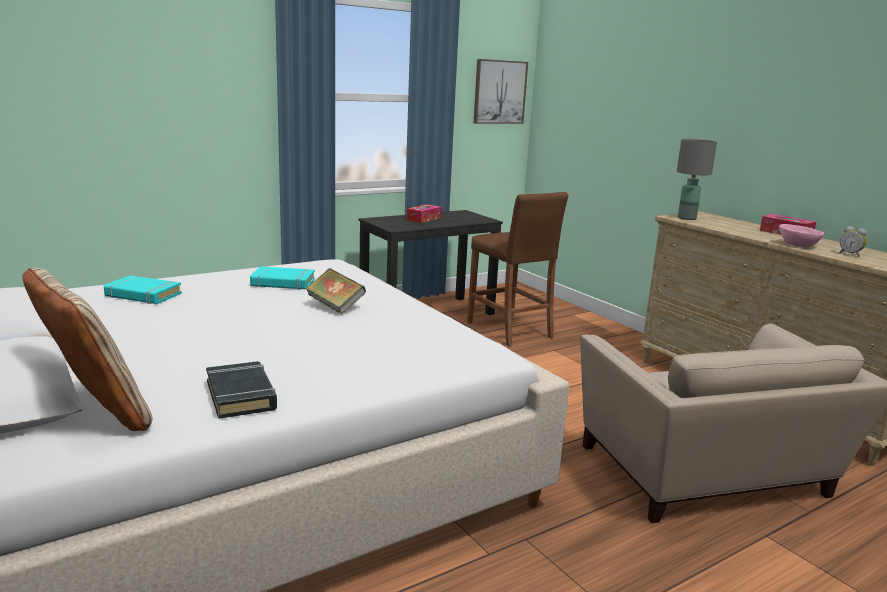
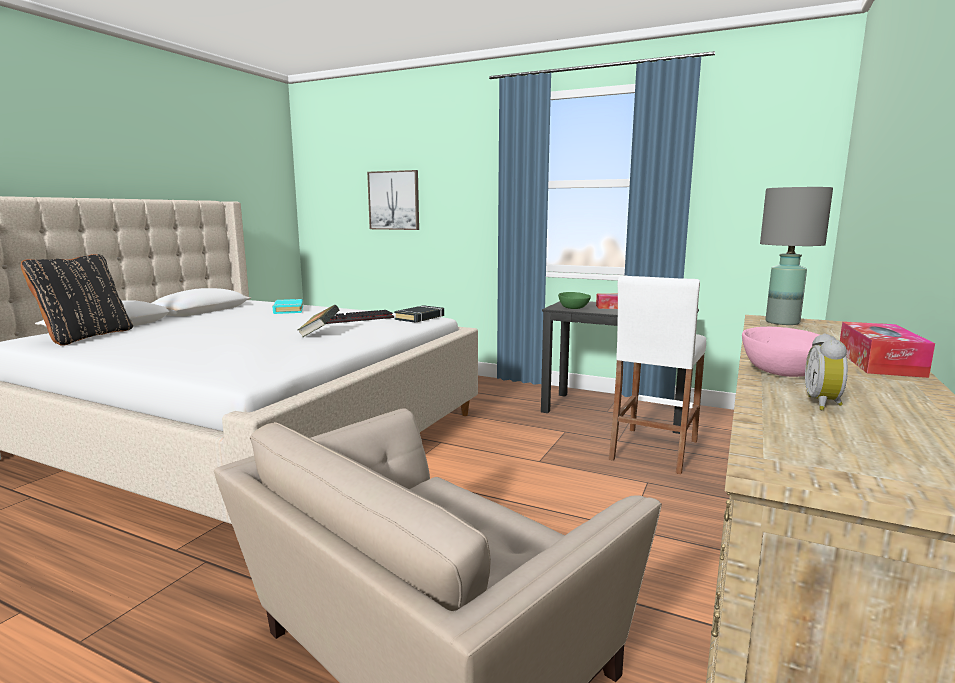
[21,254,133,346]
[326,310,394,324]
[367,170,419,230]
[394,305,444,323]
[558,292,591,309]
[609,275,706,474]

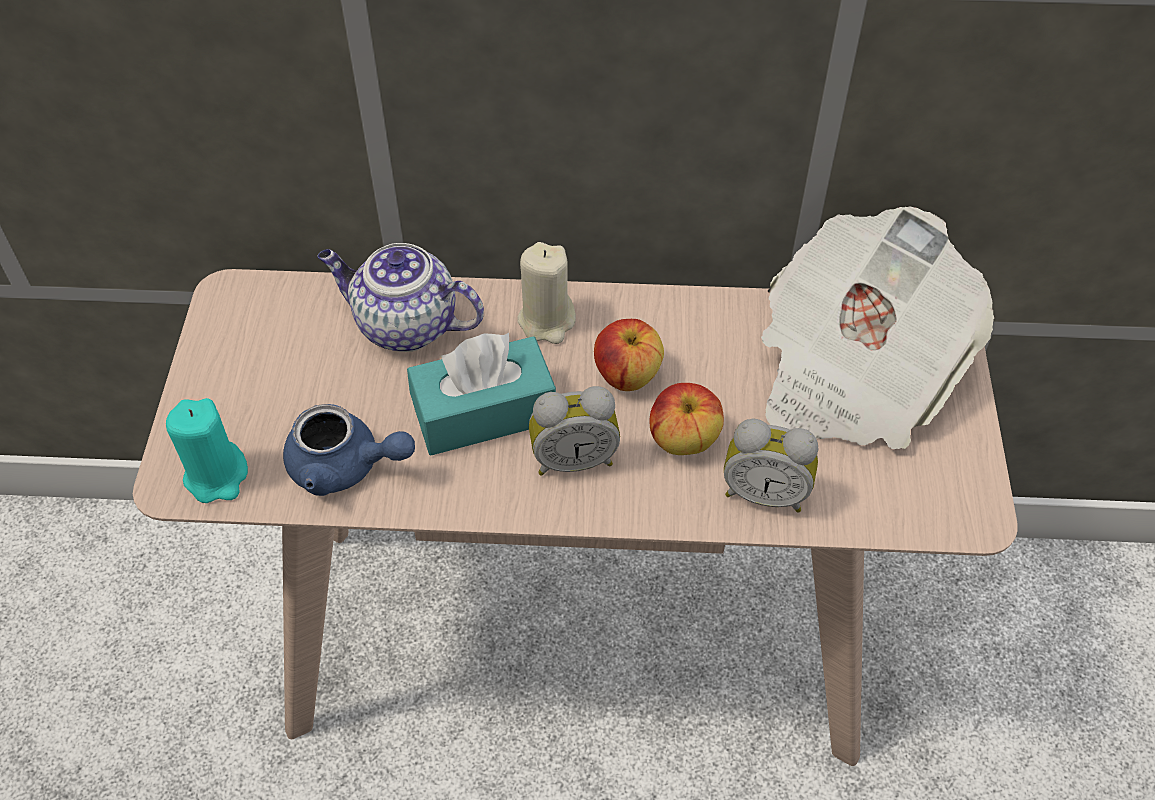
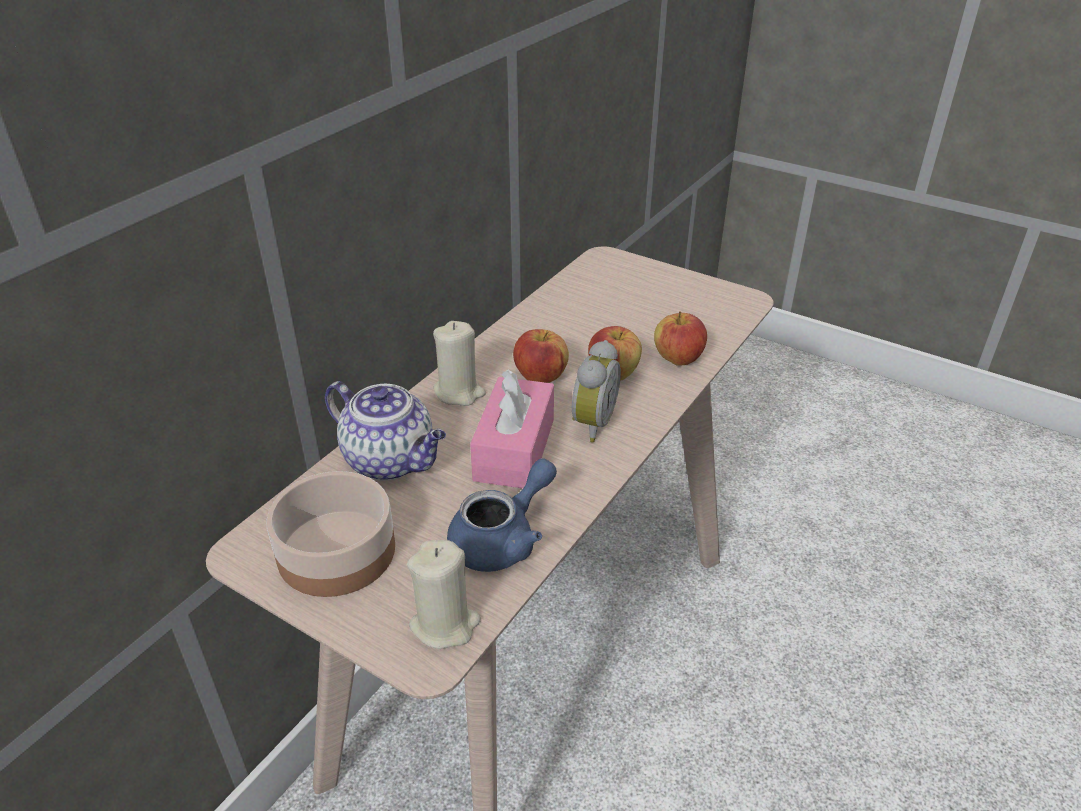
[266,471,395,597]
[325,381,446,481]
[407,540,481,649]
[470,370,554,488]
[654,311,707,366]
[761,206,994,450] (first image)

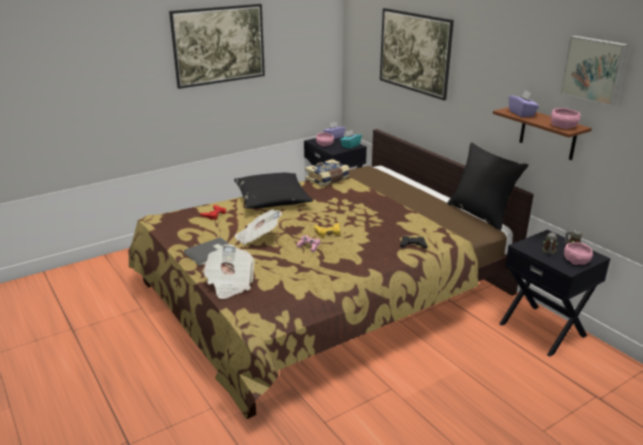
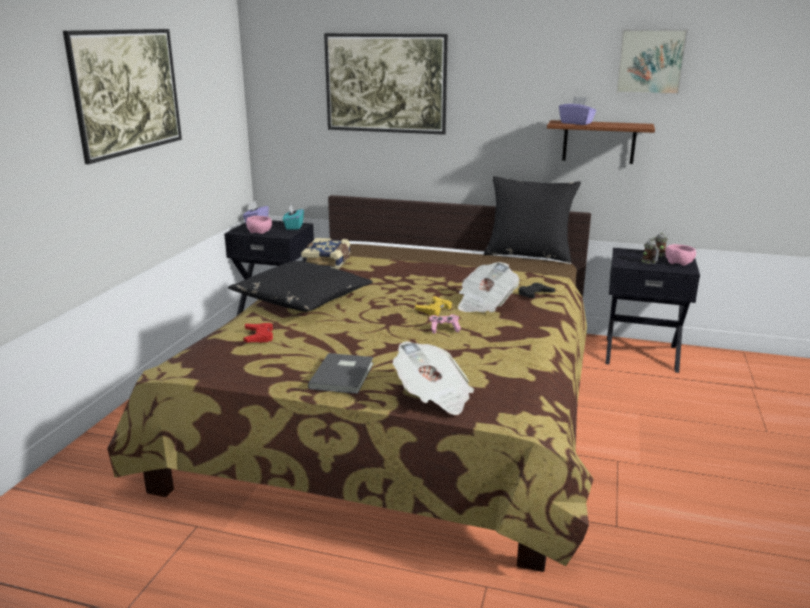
[458,262,519,313]
[551,108,581,129] (first image)

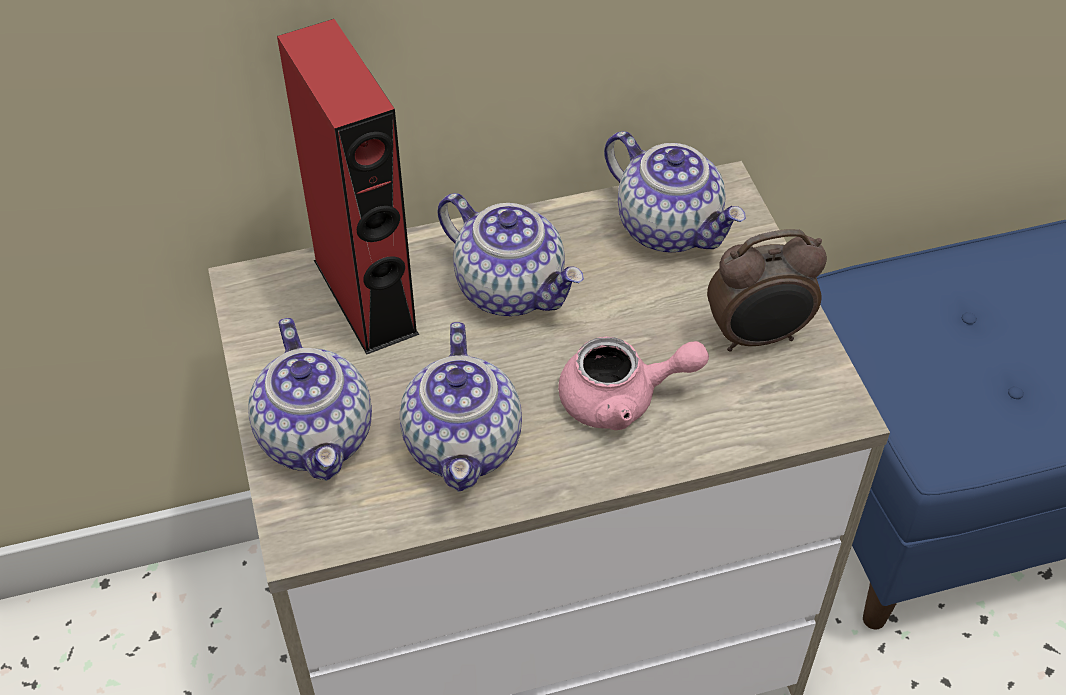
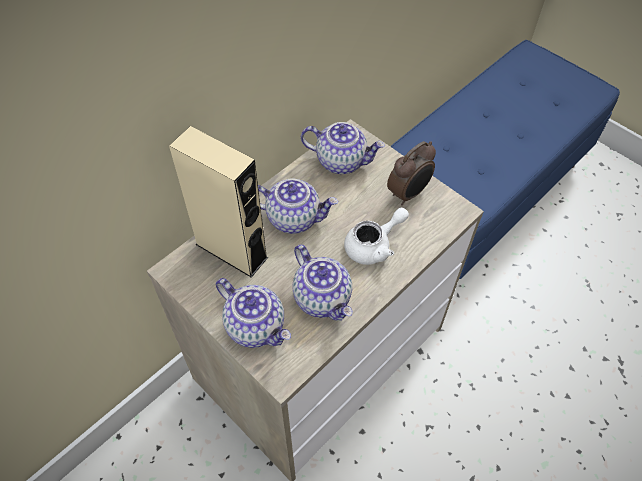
[169,126,268,278]
[344,207,409,265]

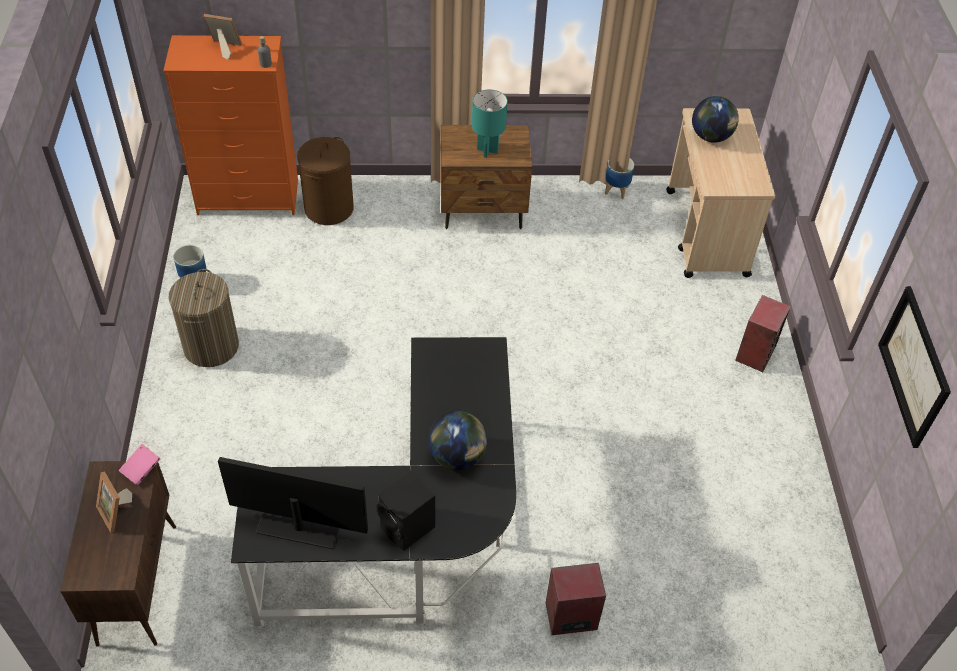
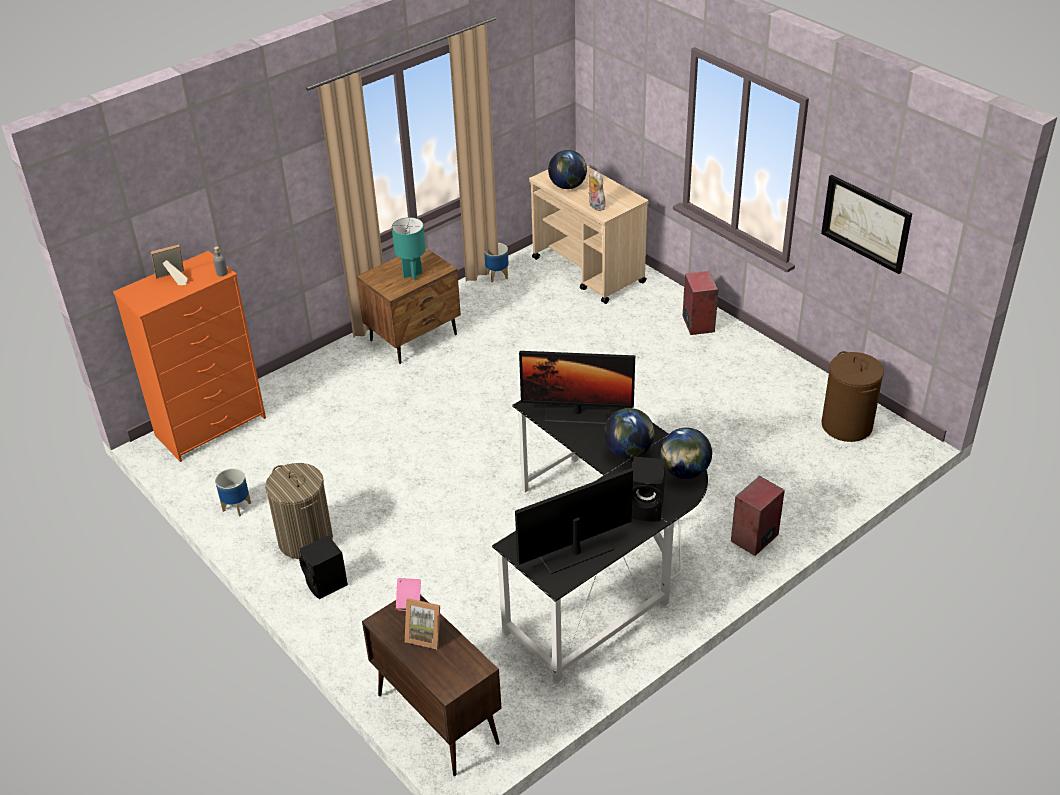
[299,535,348,599]
[519,351,635,424]
[588,171,606,211]
[660,428,712,479]
[821,351,884,442]

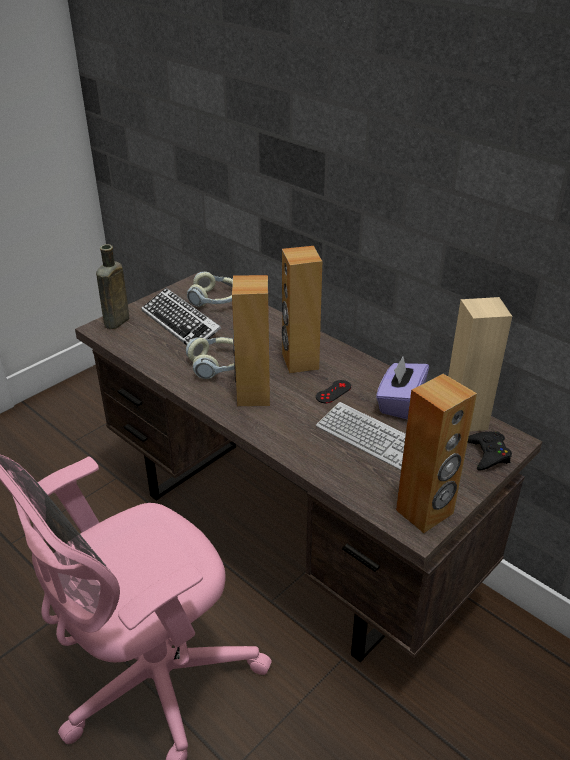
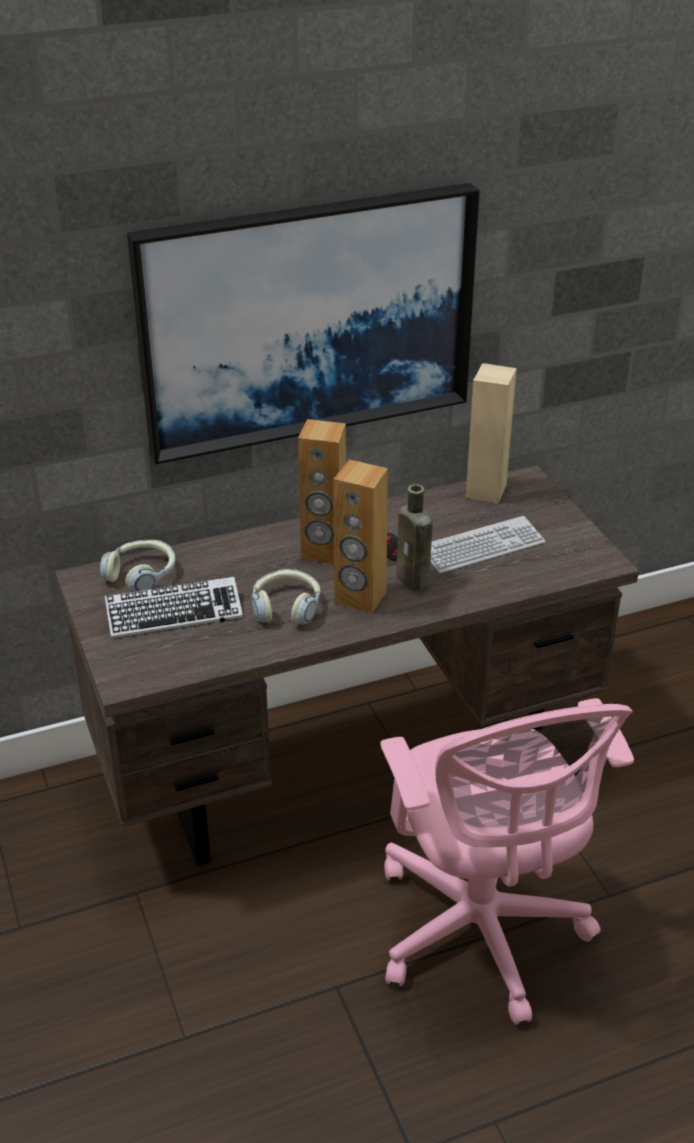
[127,183,480,464]
[396,484,433,591]
[376,356,429,420] (first image)
[396,374,477,533] (first image)
[468,431,512,471] (first image)

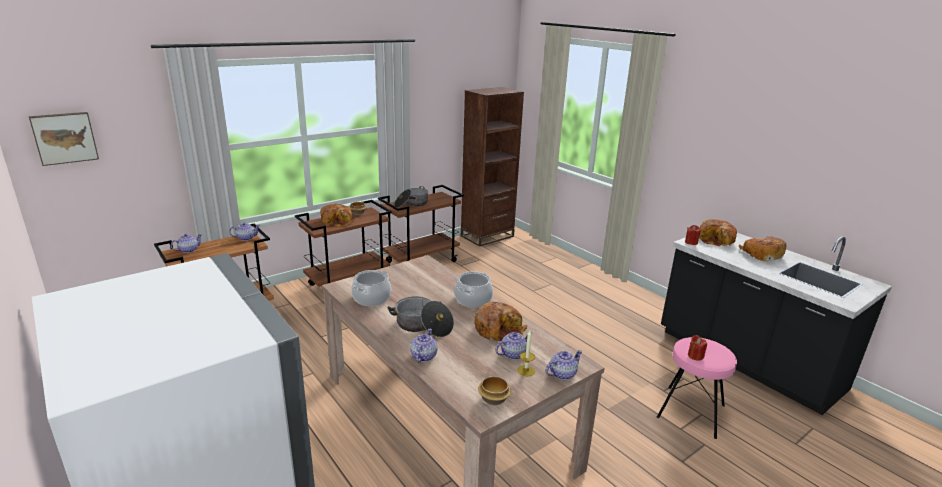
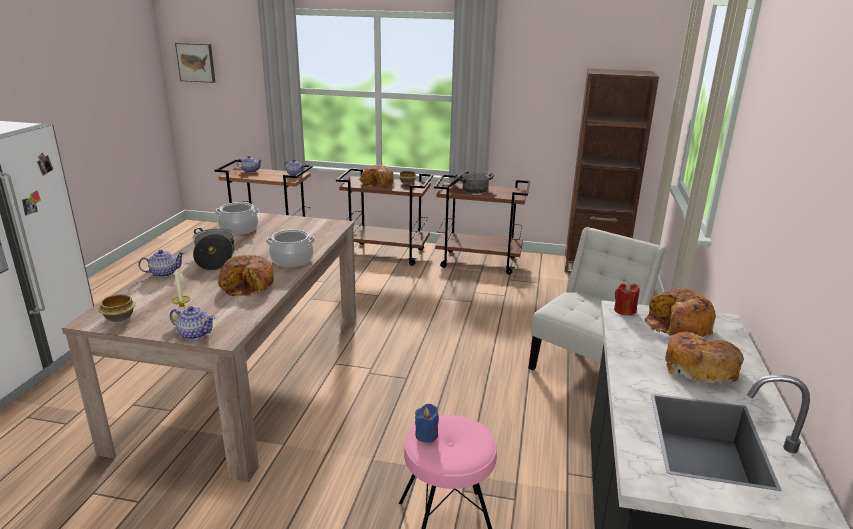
[415,404,439,443]
[528,227,666,370]
[495,332,533,360] (first image)

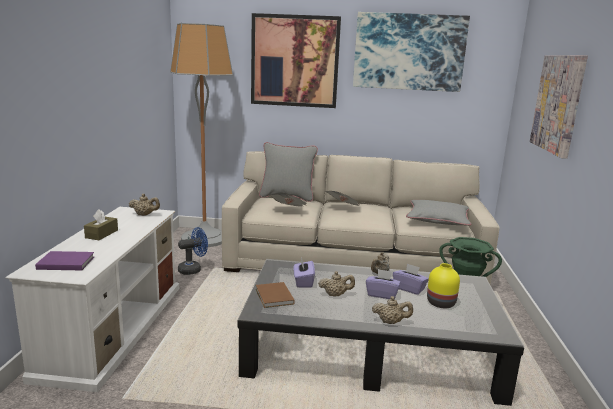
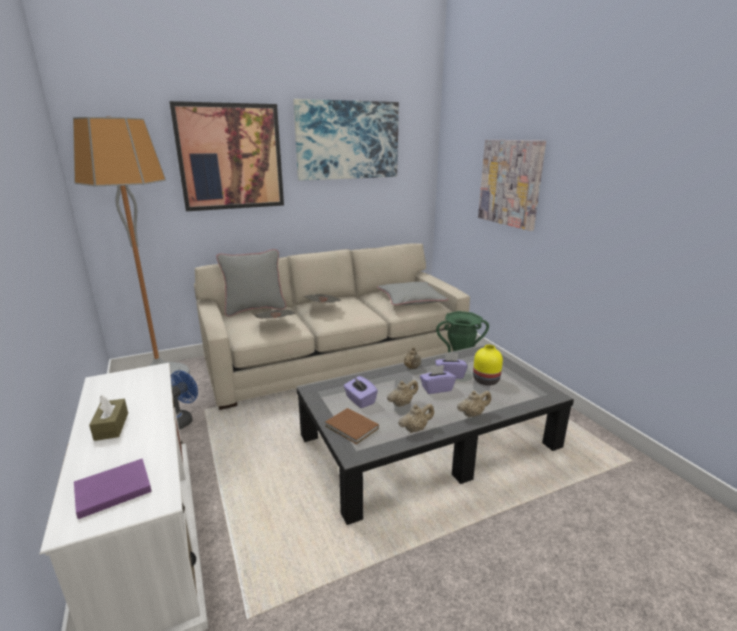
[398,404,434,433]

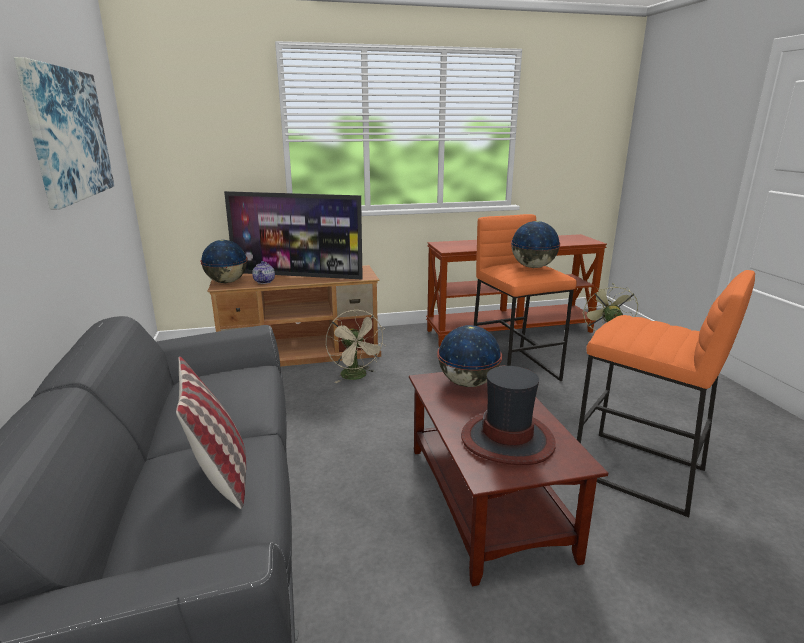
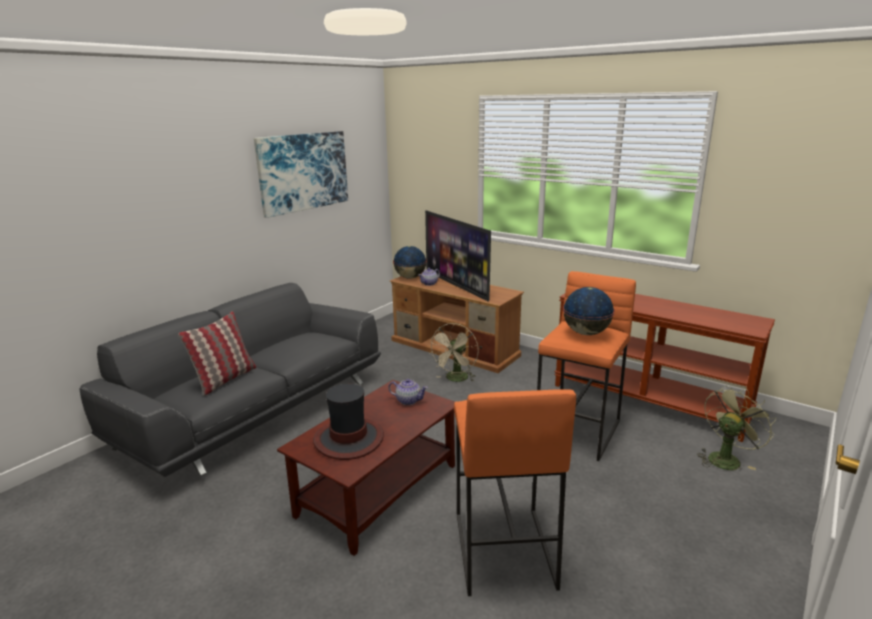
[388,379,428,405]

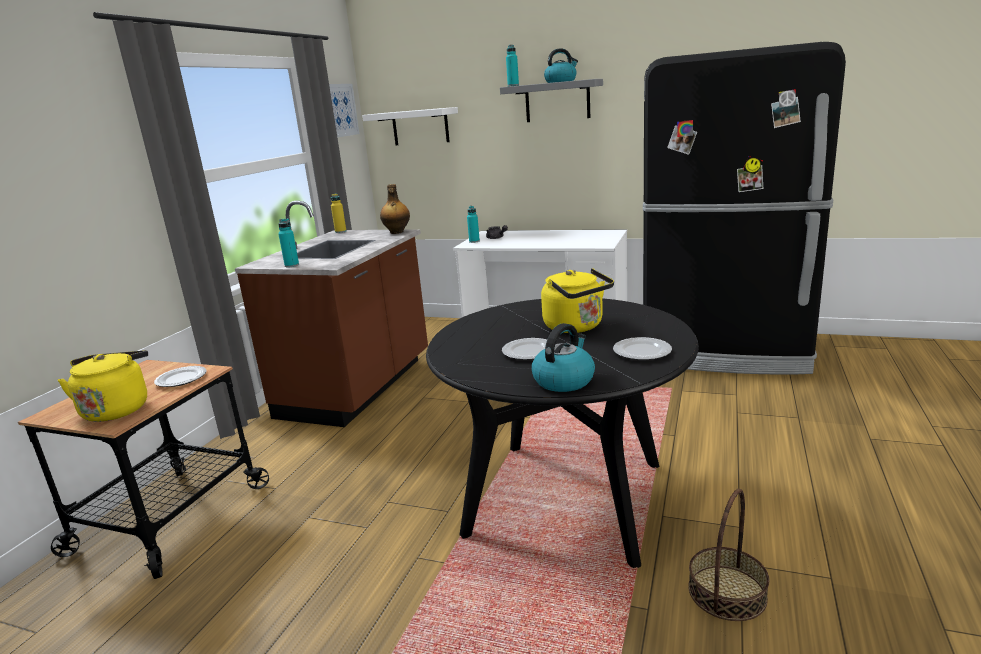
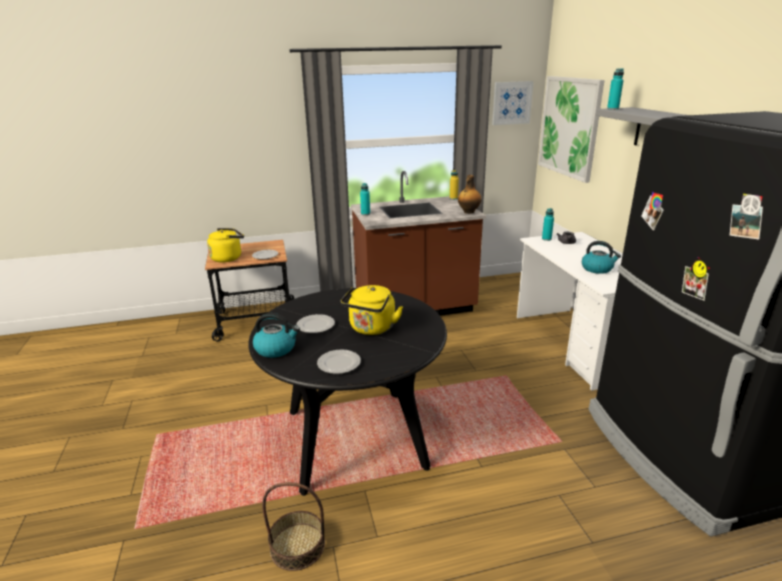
[538,76,604,183]
[582,241,621,274]

